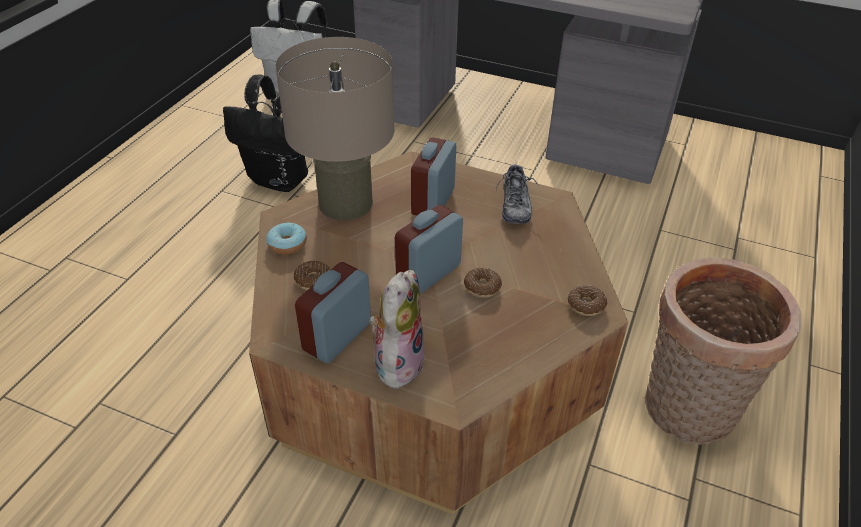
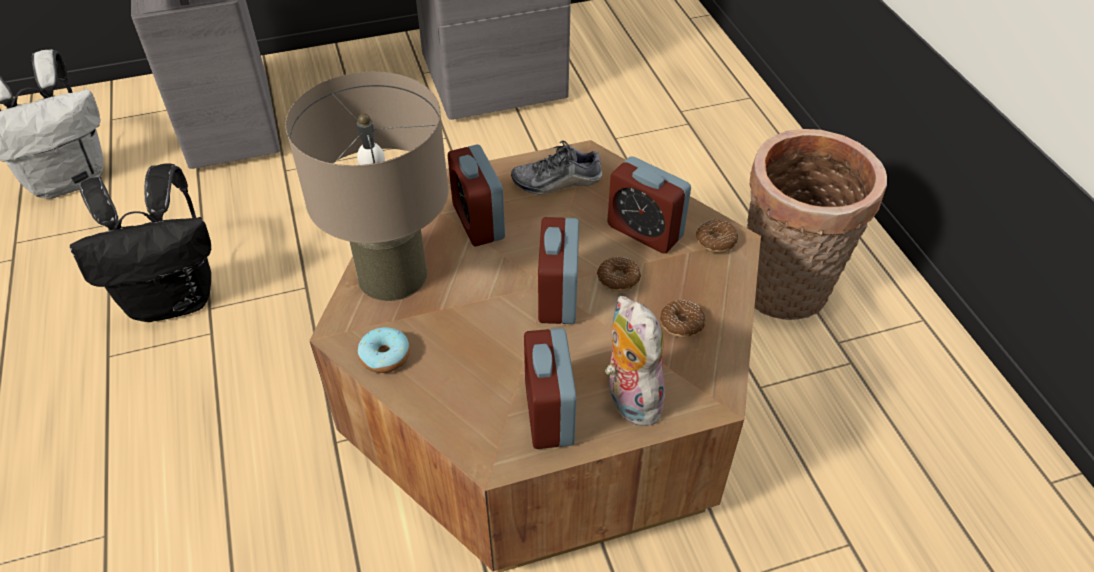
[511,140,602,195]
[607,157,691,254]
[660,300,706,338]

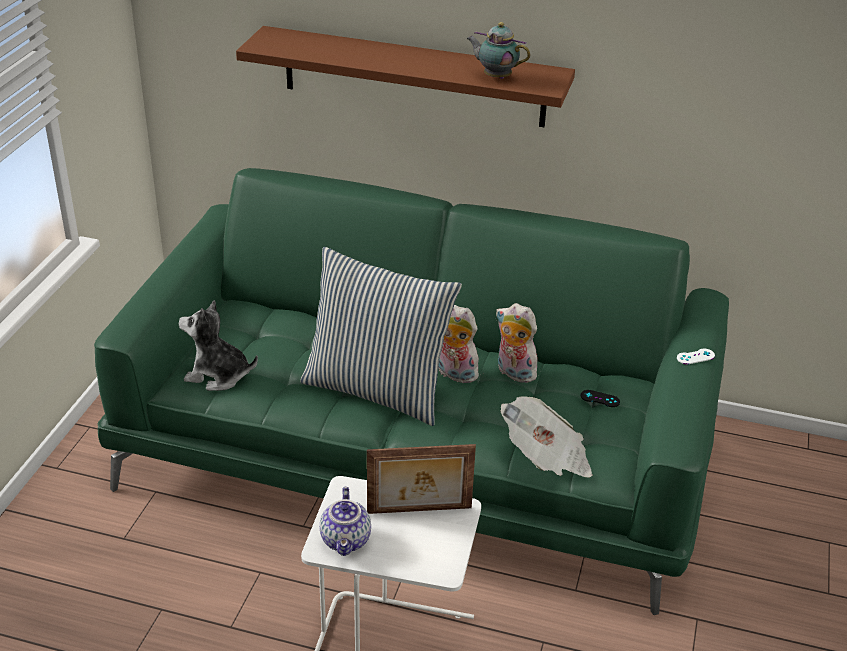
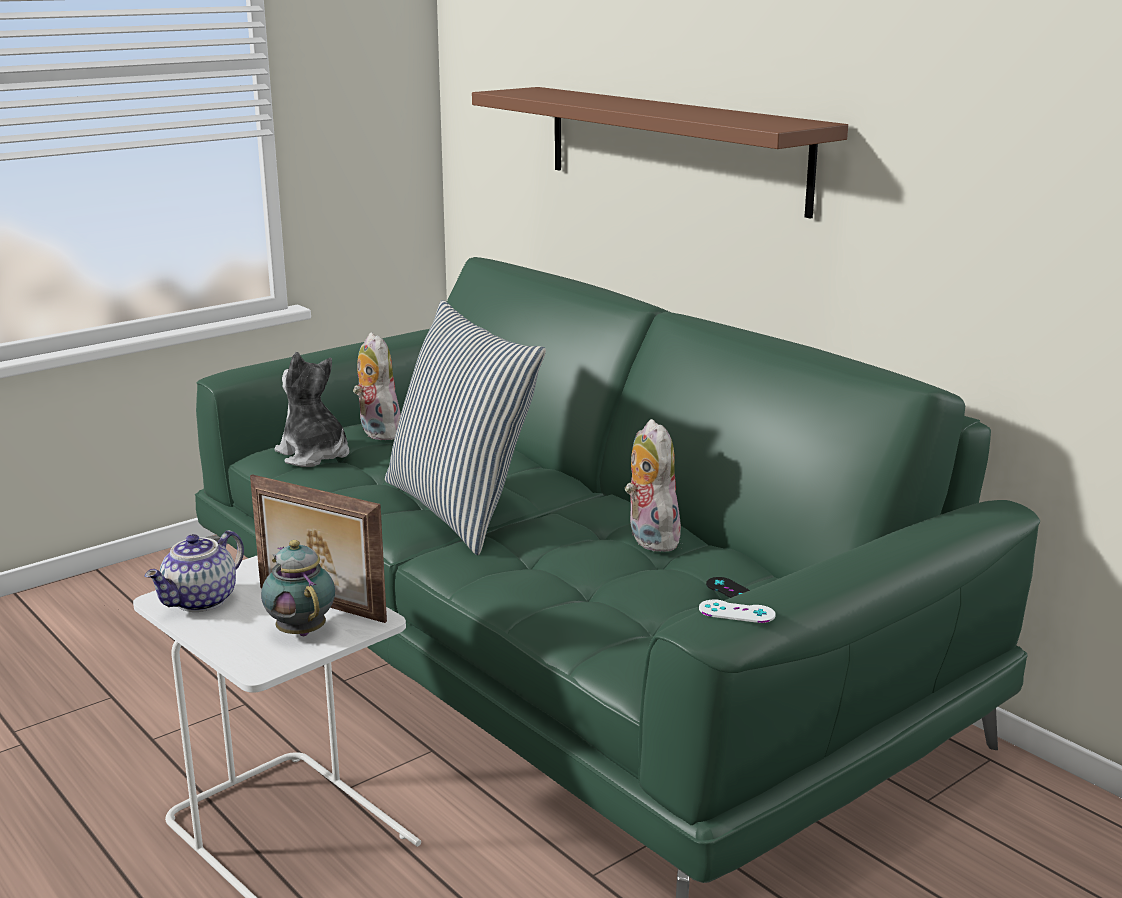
[261,540,335,636]
[353,332,401,440]
[699,599,775,623]
[501,396,593,478] (first image)

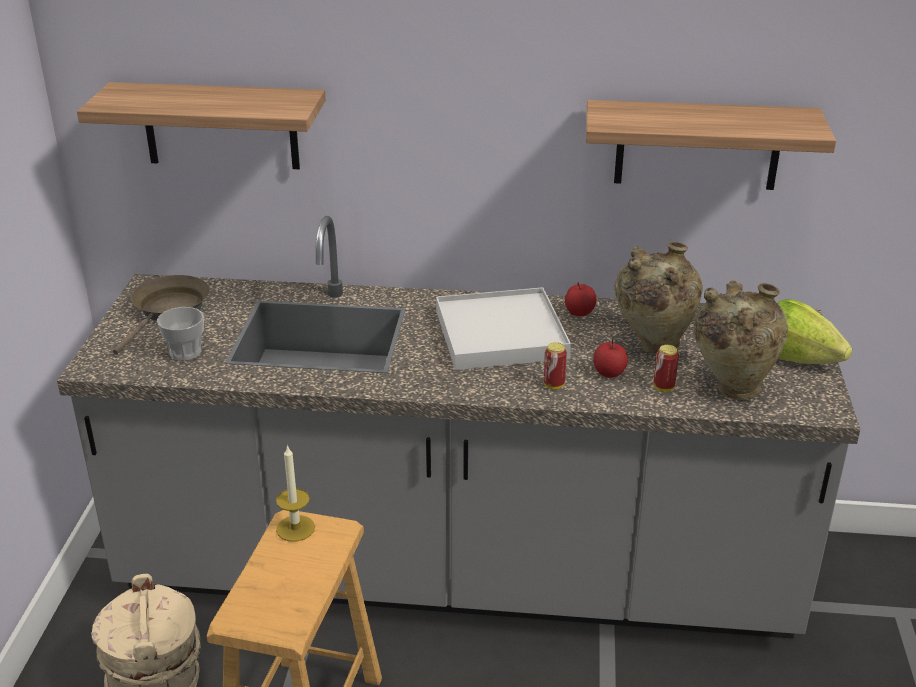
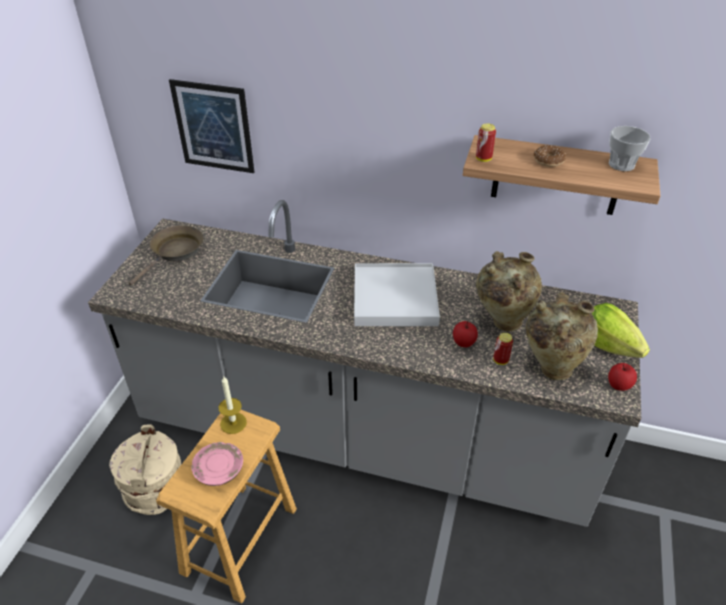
[169,79,254,173]
[191,442,243,486]
[476,124,496,162]
[534,145,566,167]
[608,363,637,391]
[609,126,651,171]

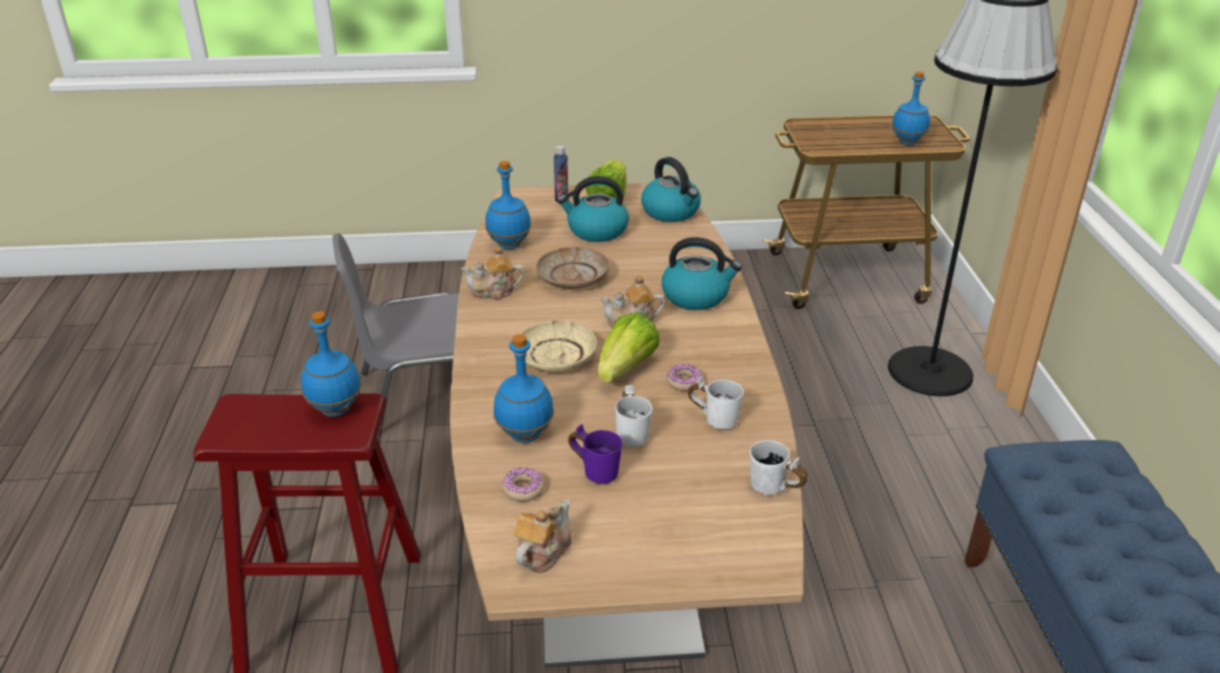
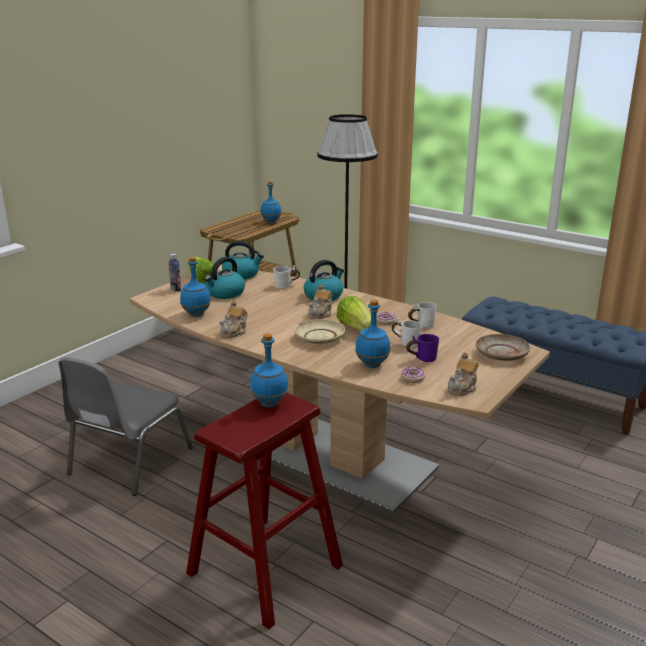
[273,265,300,288]
[447,352,479,396]
[476,334,530,361]

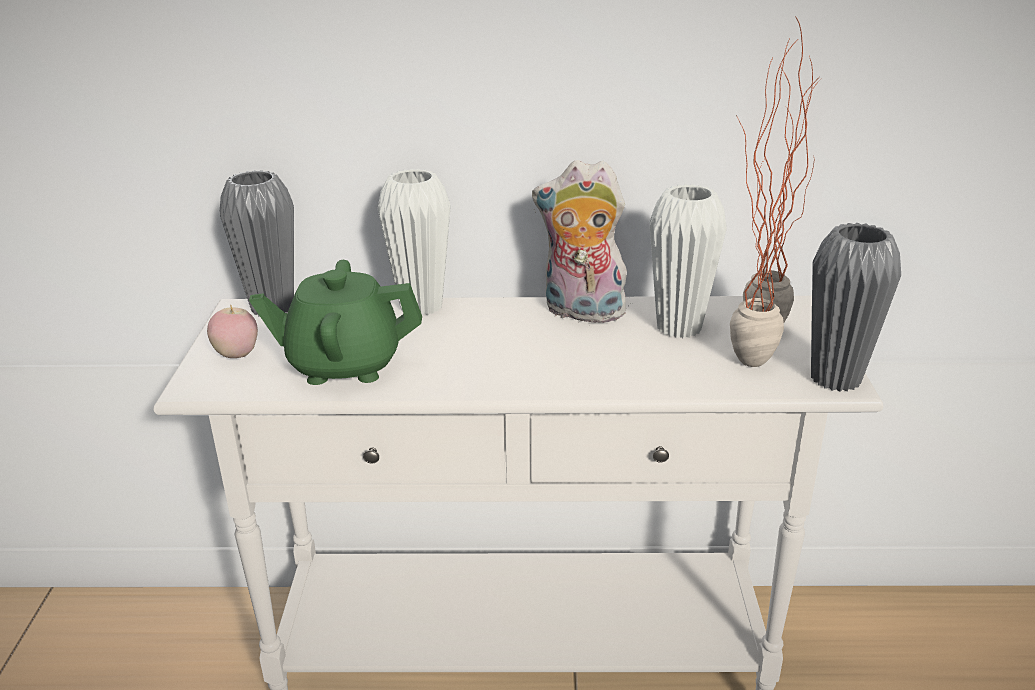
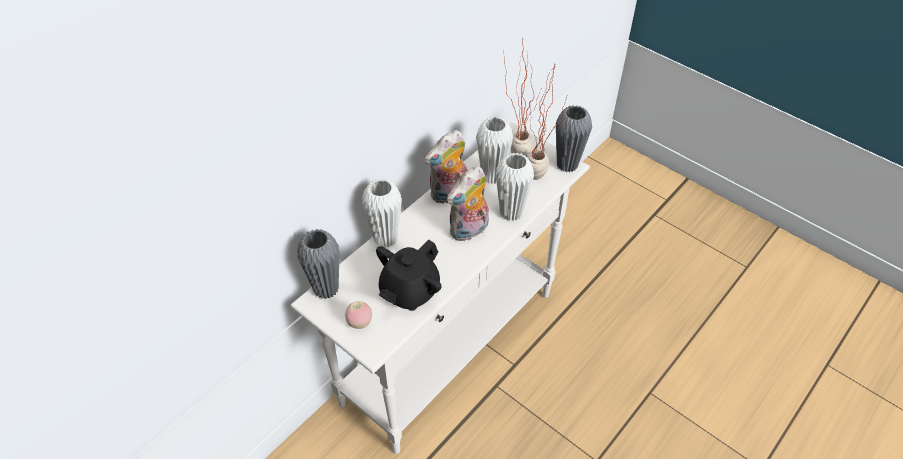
[376,239,441,311]
[447,166,489,241]
[496,153,534,221]

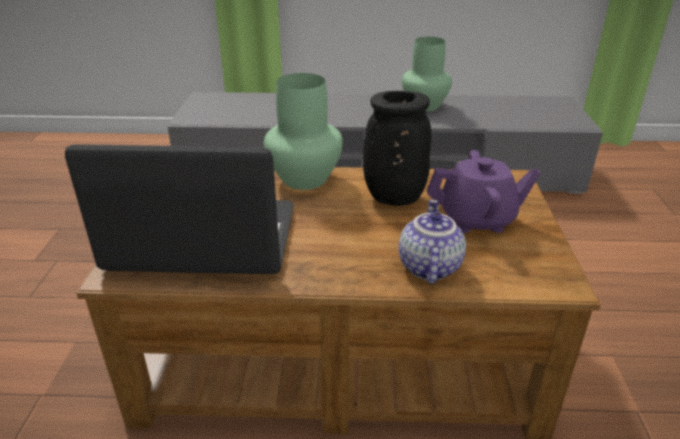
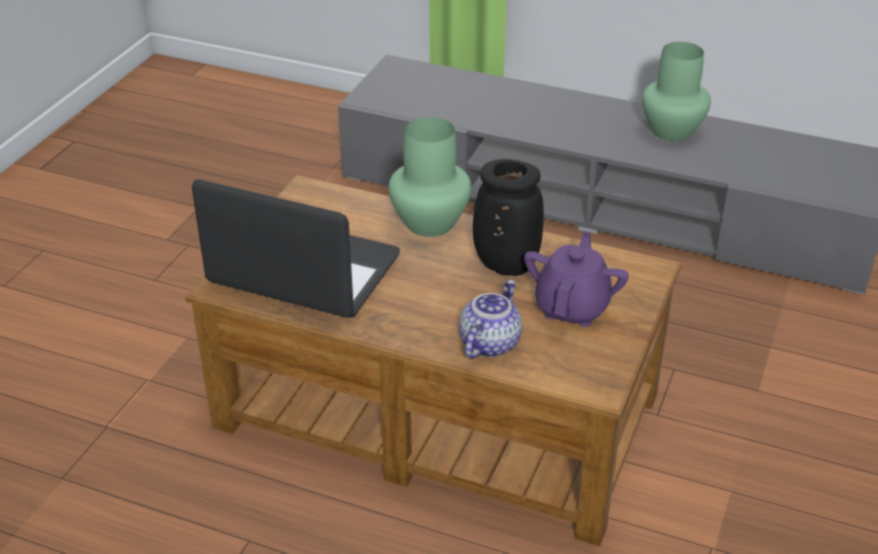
[524,231,629,327]

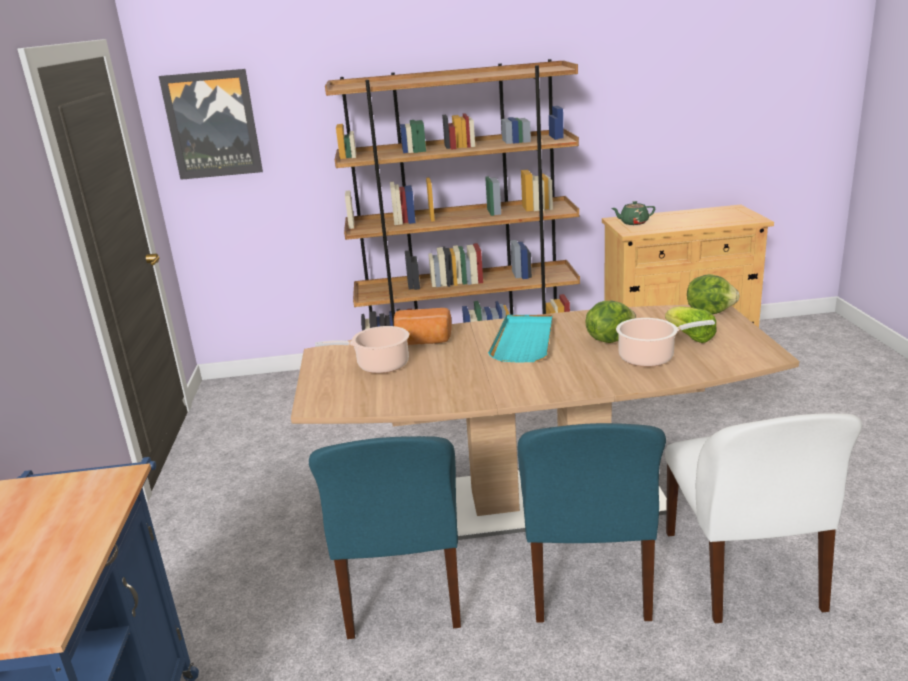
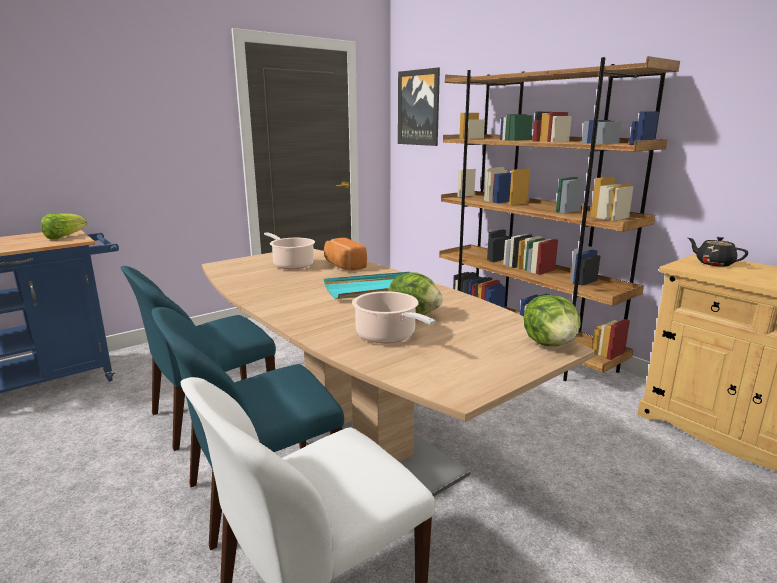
[41,213,87,239]
[688,237,748,267]

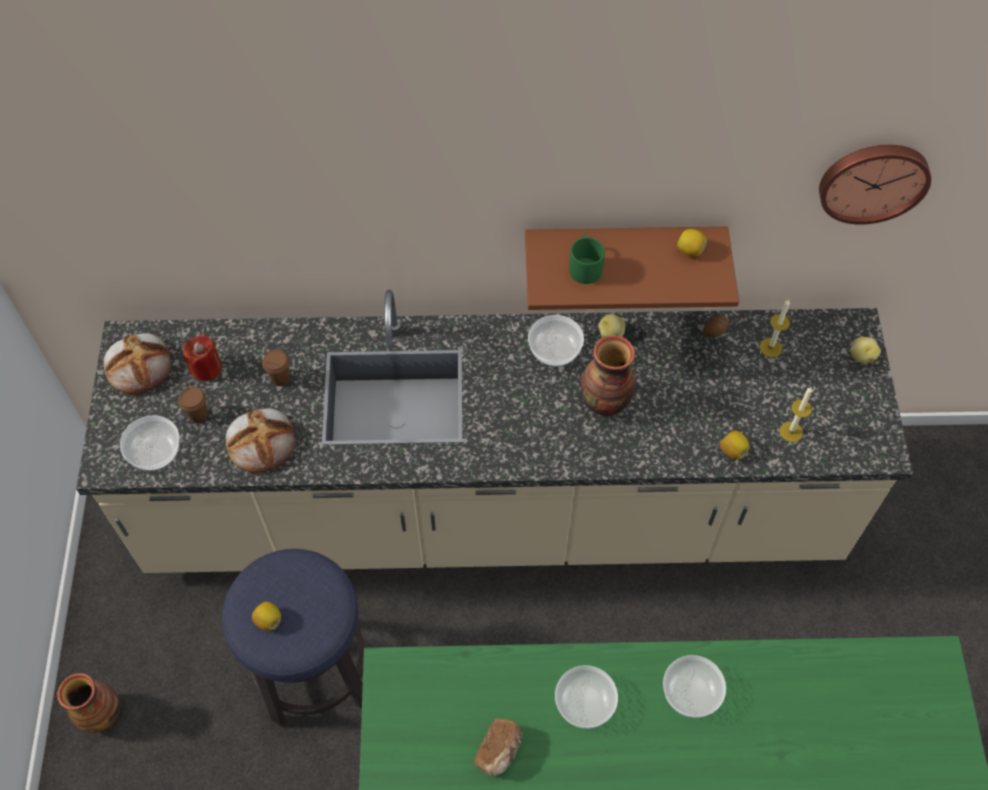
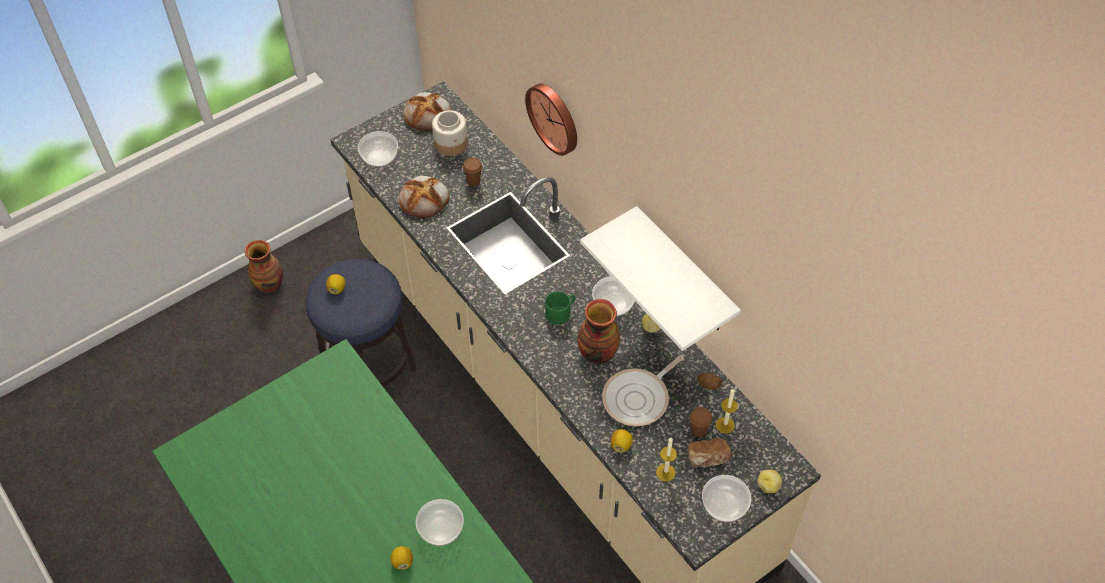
[390,546,413,570]
[432,110,468,156]
[525,83,577,156]
[545,291,576,325]
[580,206,741,351]
[602,355,684,426]
[688,438,731,467]
[690,407,712,437]
[702,475,751,522]

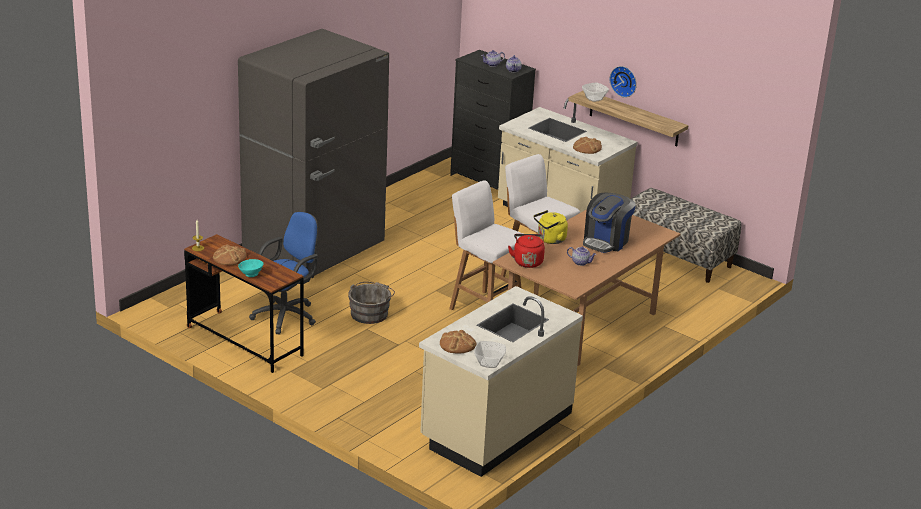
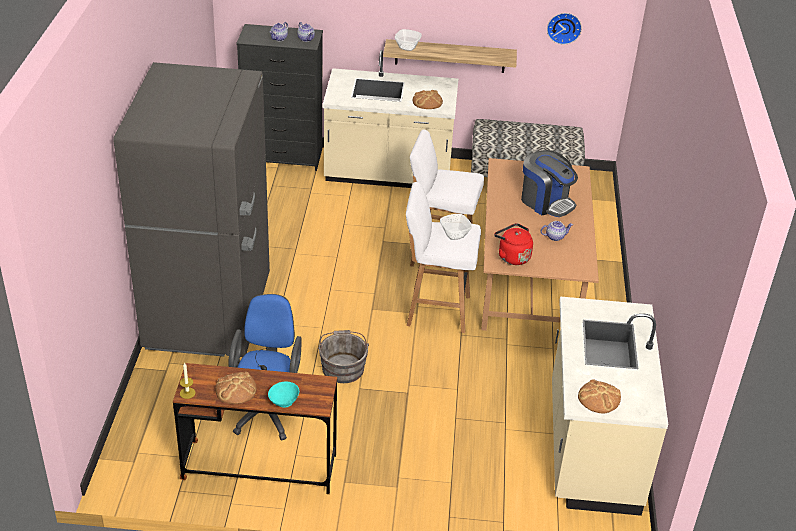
[440,214,472,240]
[521,150,578,217]
[547,13,582,45]
[534,210,568,244] (first image)

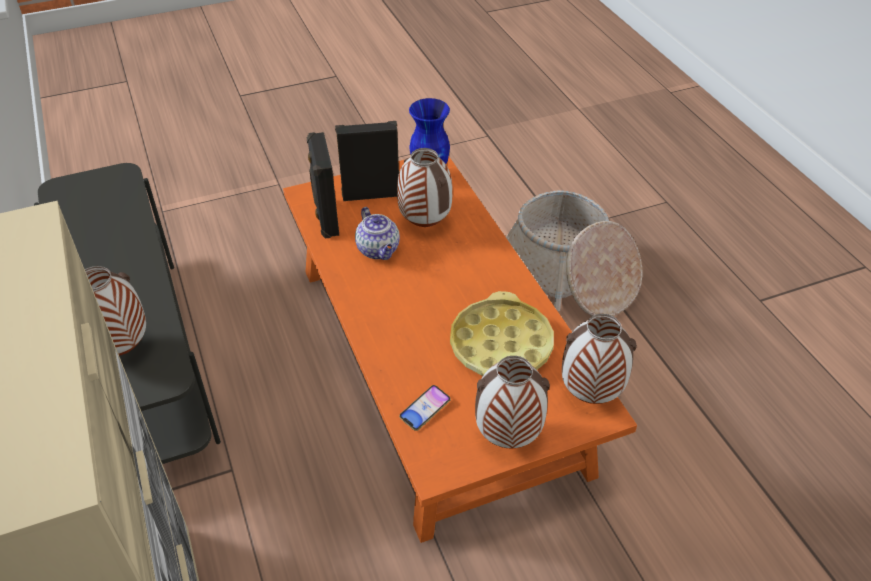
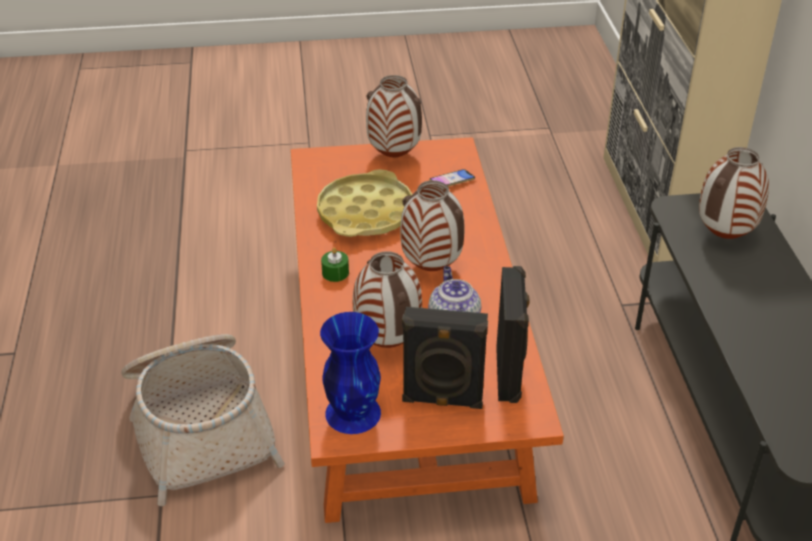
[321,247,349,282]
[400,180,465,271]

